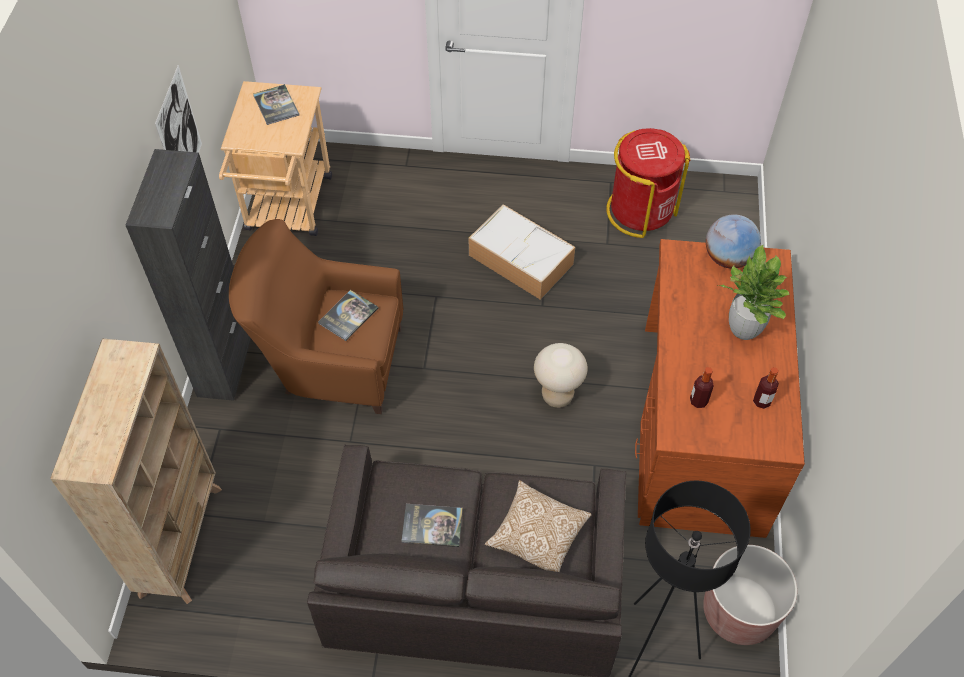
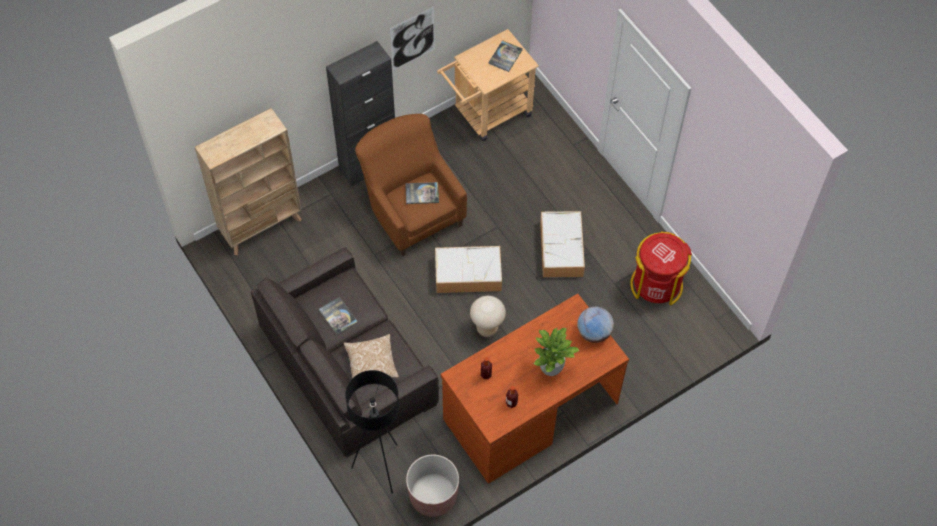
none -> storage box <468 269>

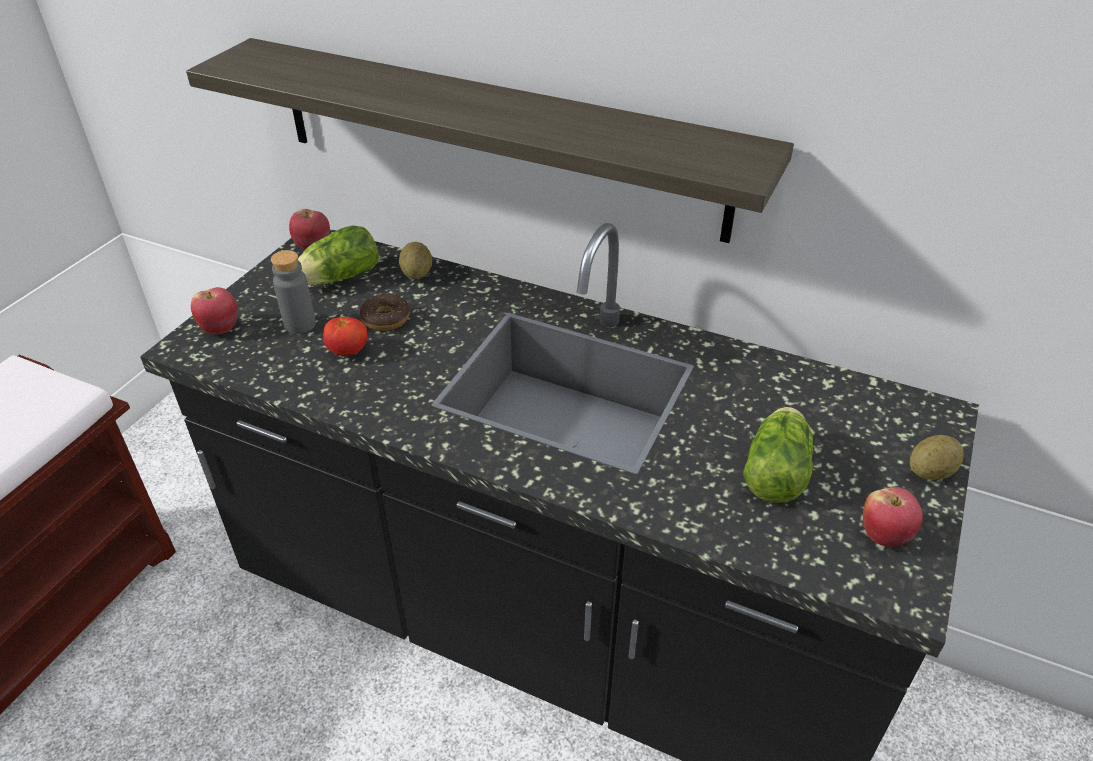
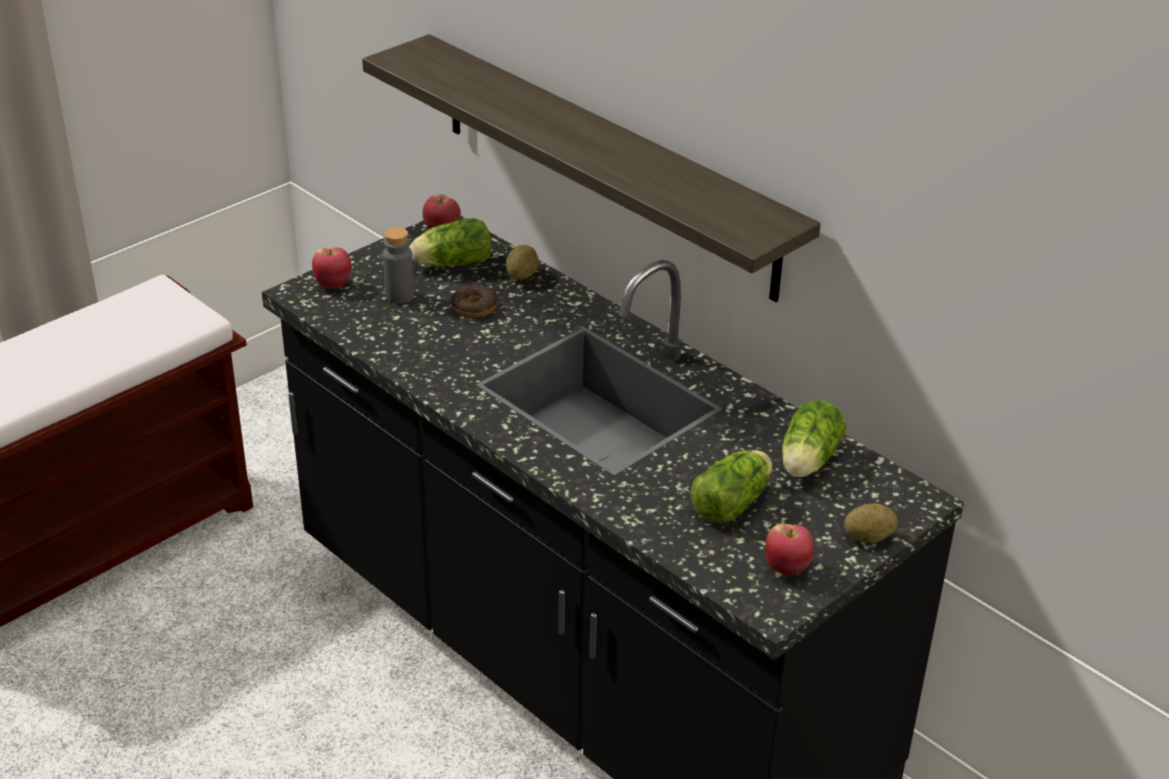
tomato <345 336> -> none
none -> lettuce <814 439>

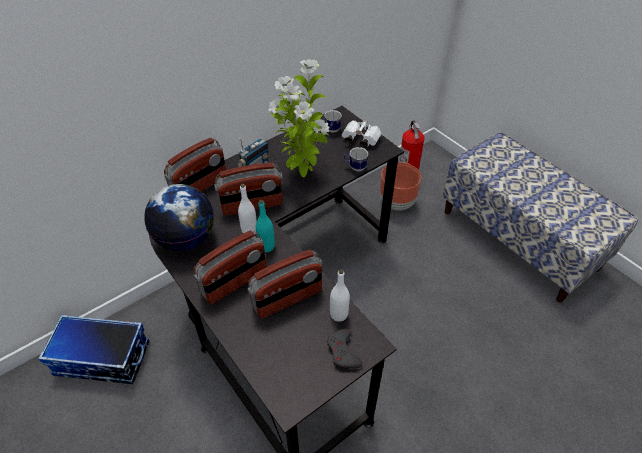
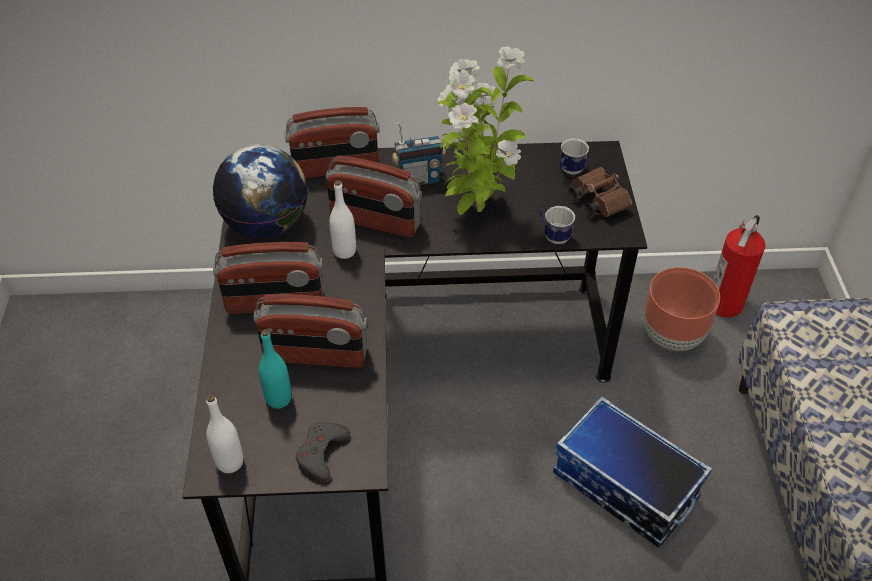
storage box <93 349> -> storage box <632 472>, shifted
turquoise bottle <265 226> -> turquoise bottle <275 369>, shifted
white bottle <340 295> -> white bottle <224 434>, shifted
white binoculars <362 134> -> brown binoculars <600 192>

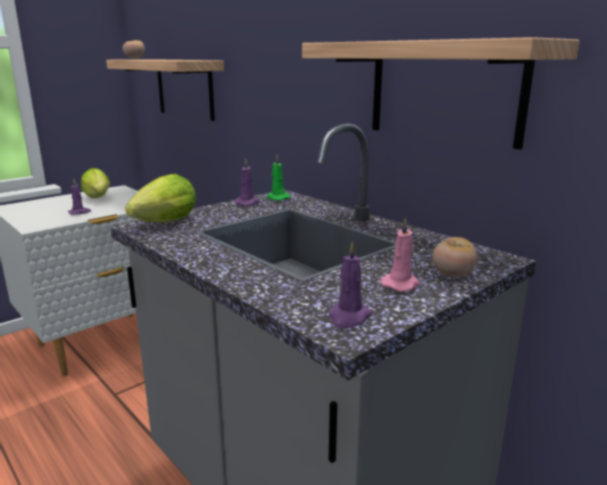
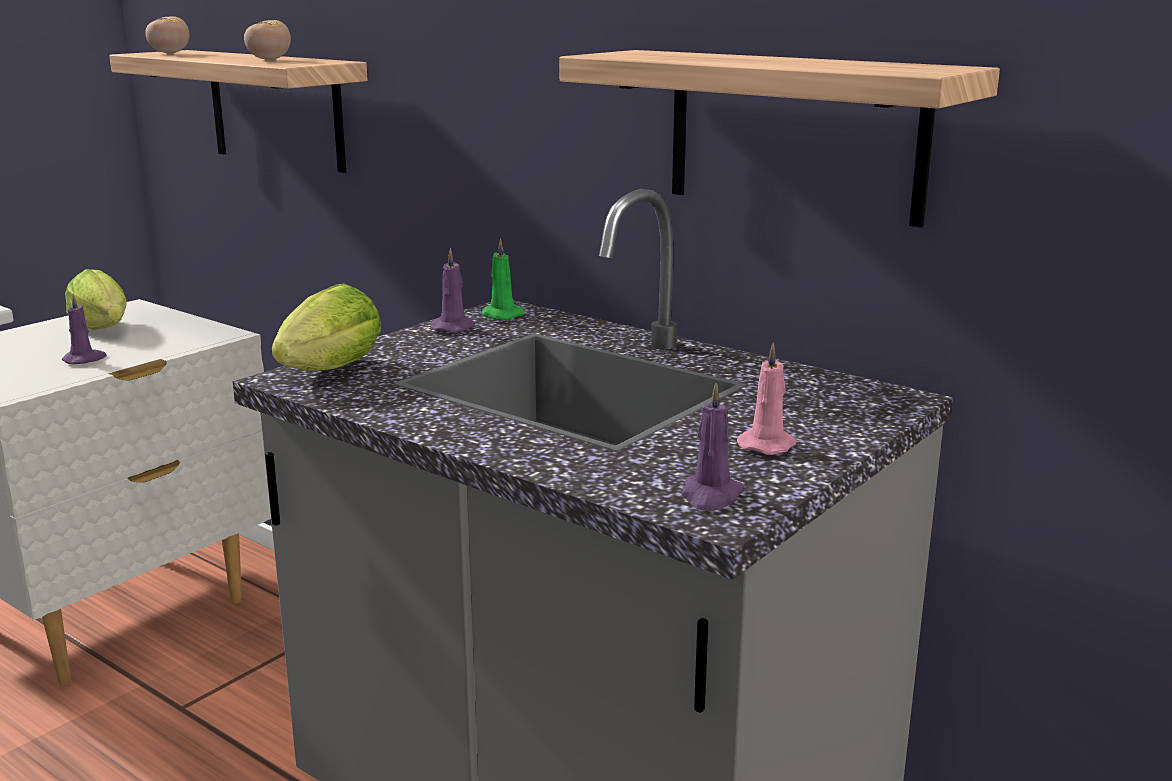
tomato <454 257> -> tomato <267 40>, shifted

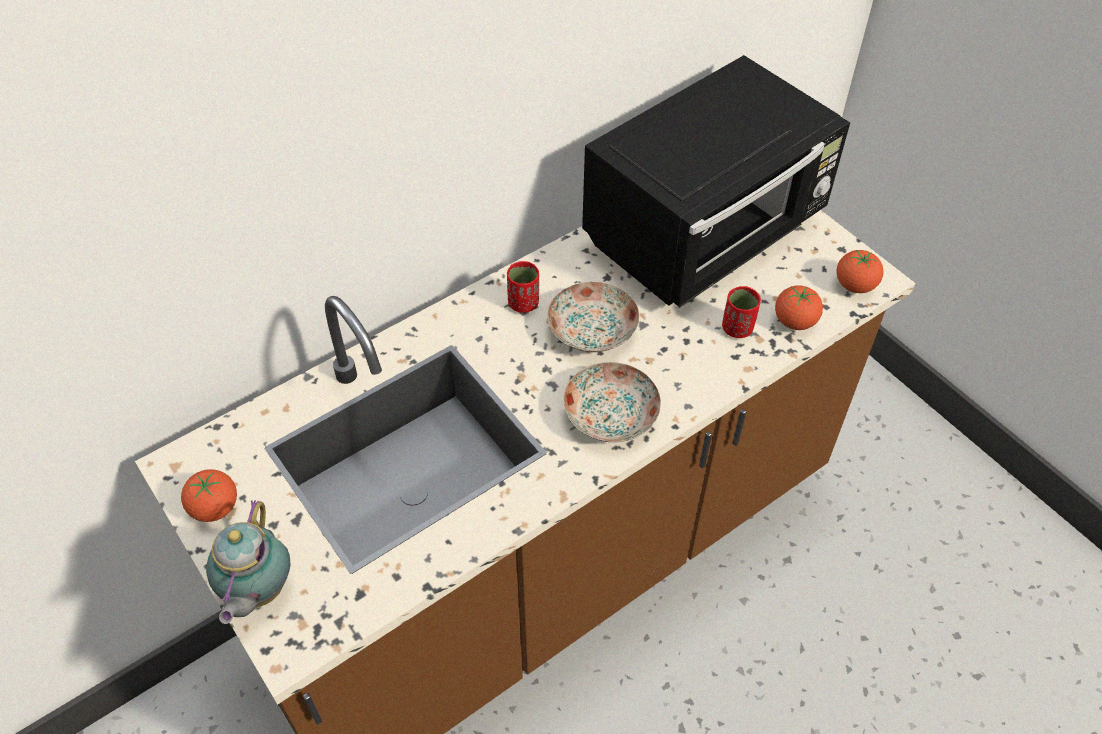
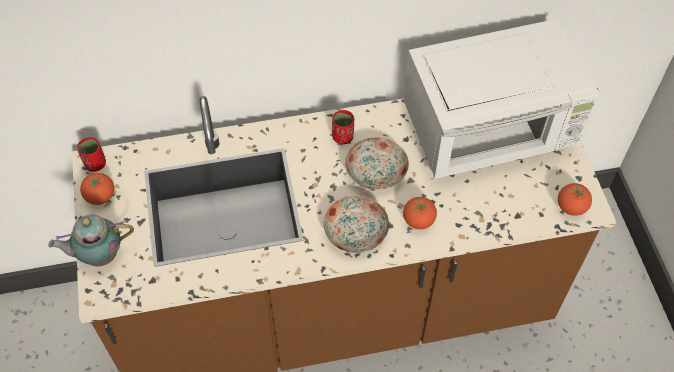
teapot <248 562> -> teapot <91 240>, 45 degrees clockwise
black microwave <716 181> -> white microwave <502 99>
red cup <741 312> -> red cup <91 154>, shifted
tomato <799 307> -> tomato <420 213>, shifted

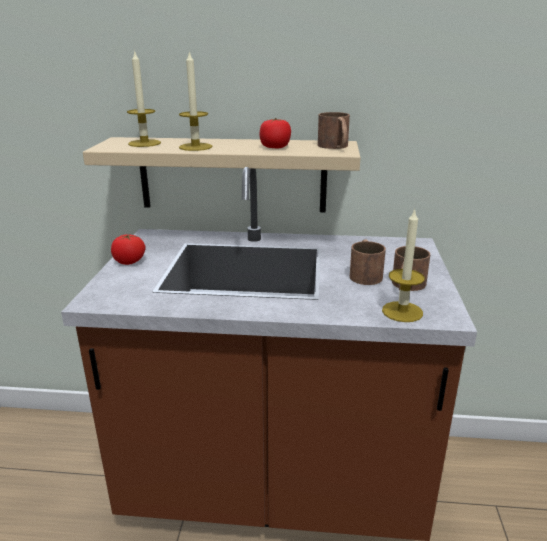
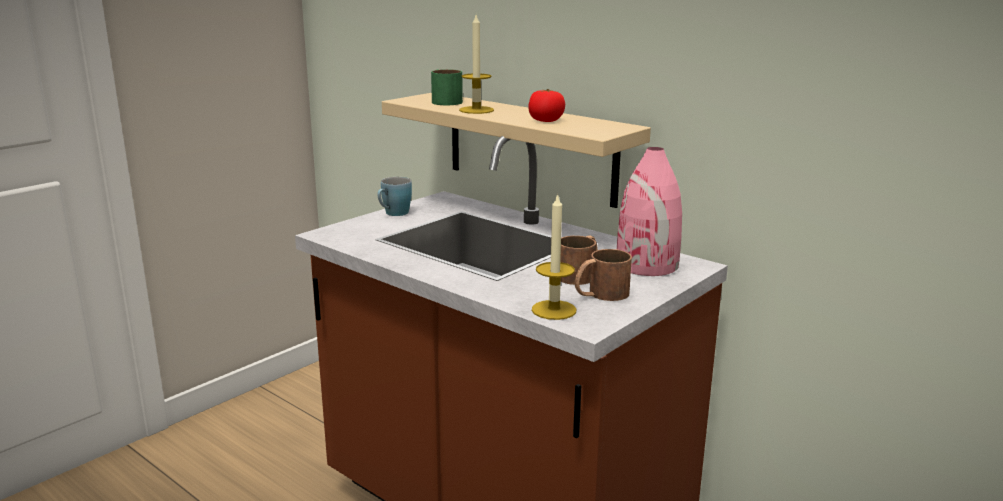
tomato <128 249> -> blue mug <395 196>
candle <144 98> -> green mug <447 87>
brown mug <334 130> -> none
none -> pink vase <649 211>

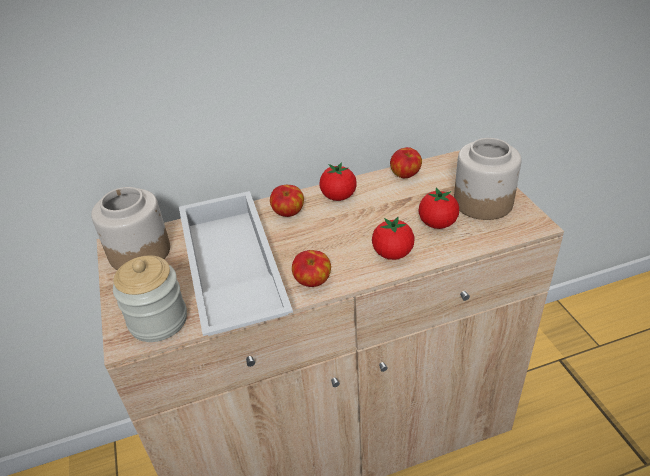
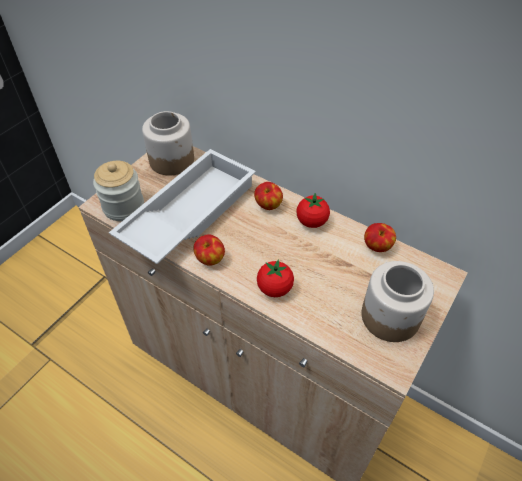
tomato <439 208> -> none

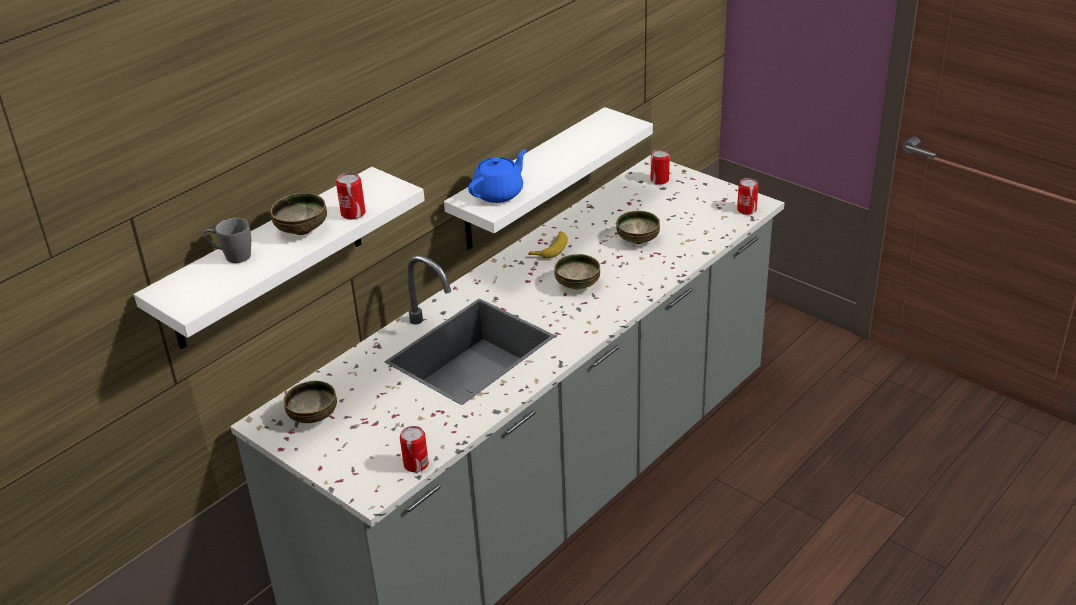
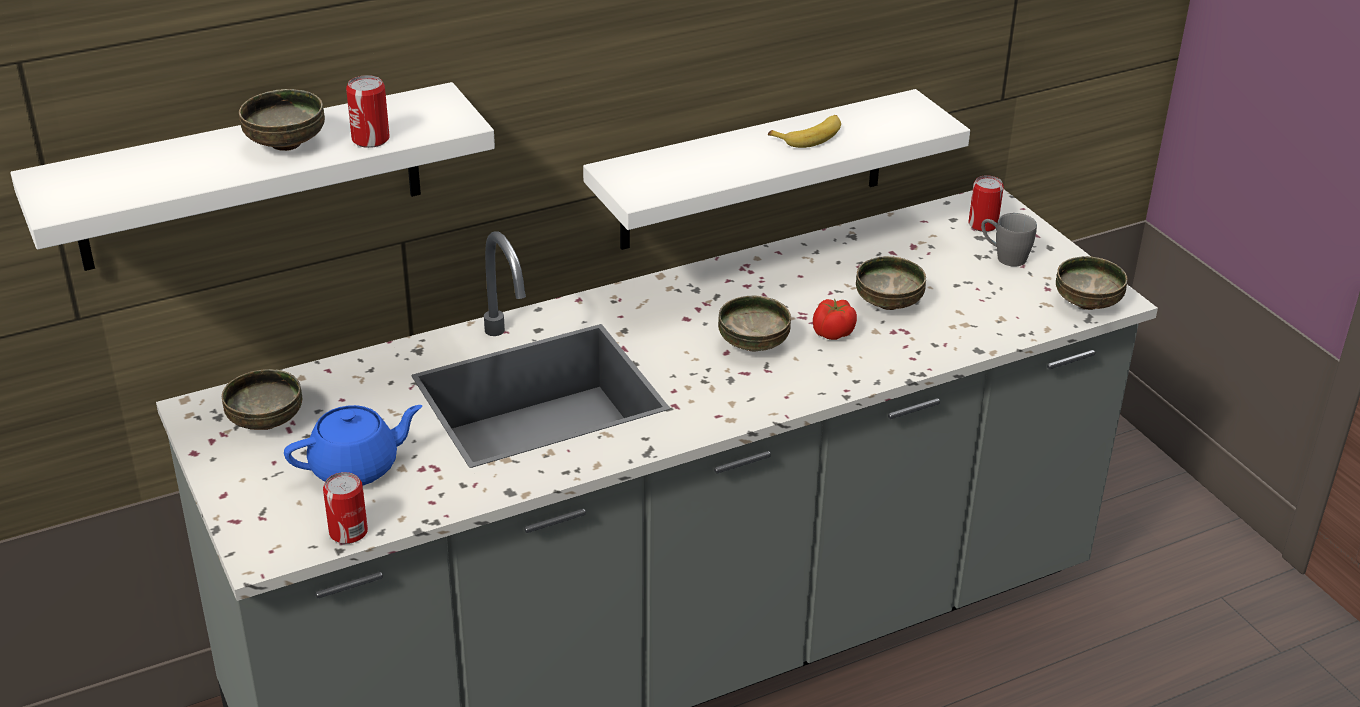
grey mug <227 240> -> grey mug <1009 239>, shifted
blue teapot <497 176> -> blue teapot <353 445>, shifted
banana <548 245> -> banana <804 131>, shifted
can <747 196> -> bowl <1091 283>
none -> tomato <835 319>

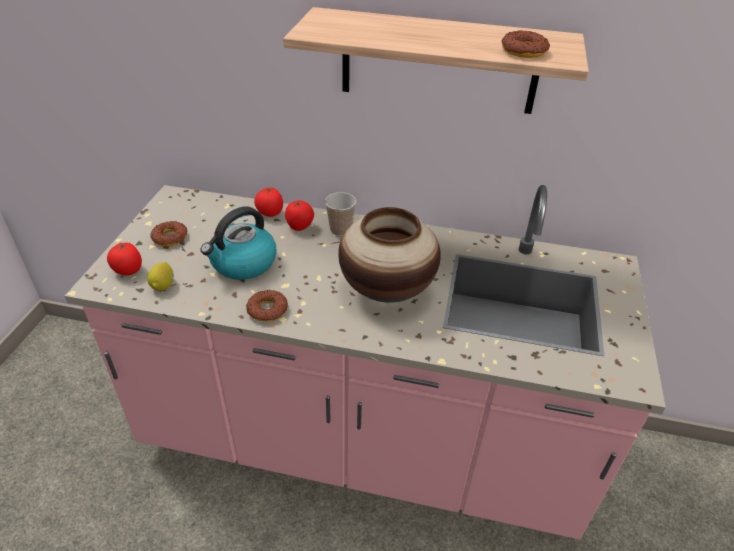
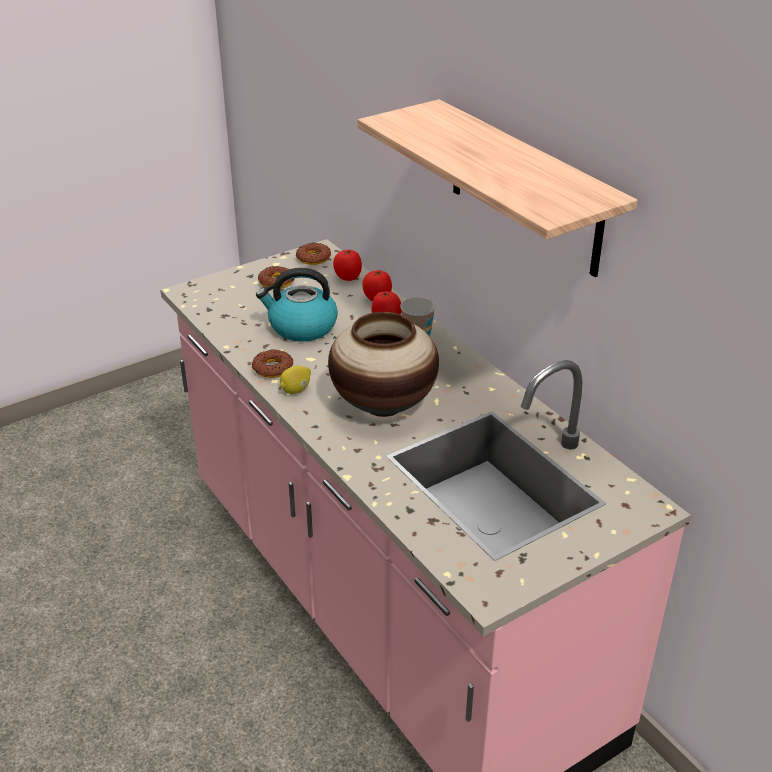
tomato <124 259> -> tomato <347 265>, shifted
lemon <160 276> -> lemon <295 380>, shifted
donut <526 44> -> donut <313 254>, shifted

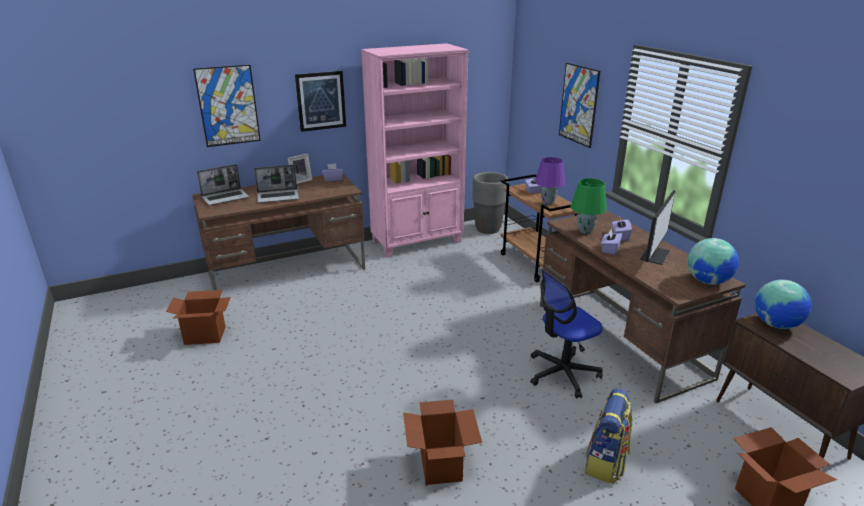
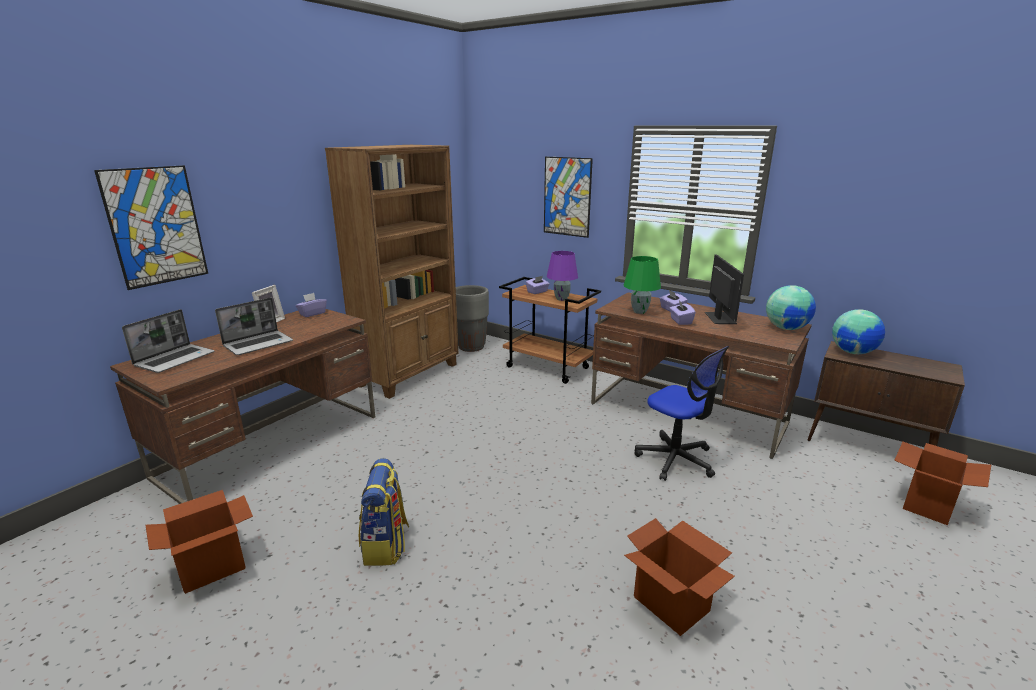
picture <320 101> -> none
pink bookcase <414 150> -> brown bookcase <392 272>
office chair <566 334> -> office chair <681 413>, 75 degrees counterclockwise
backpack <609 436> -> backpack <384 512>, shifted

